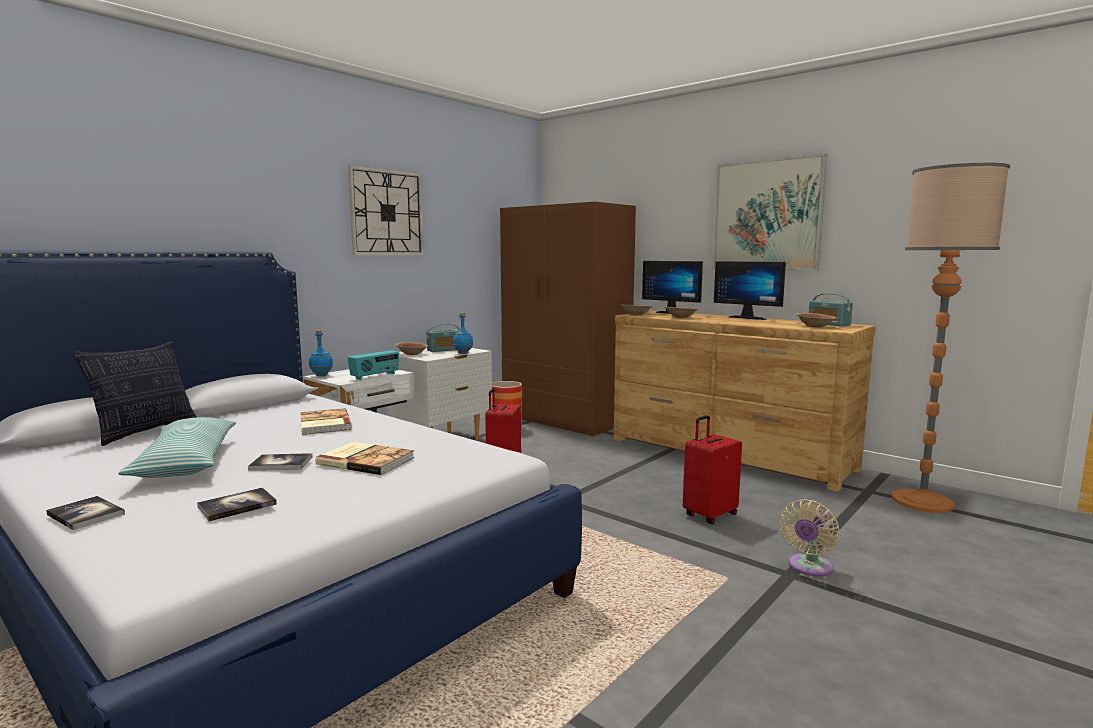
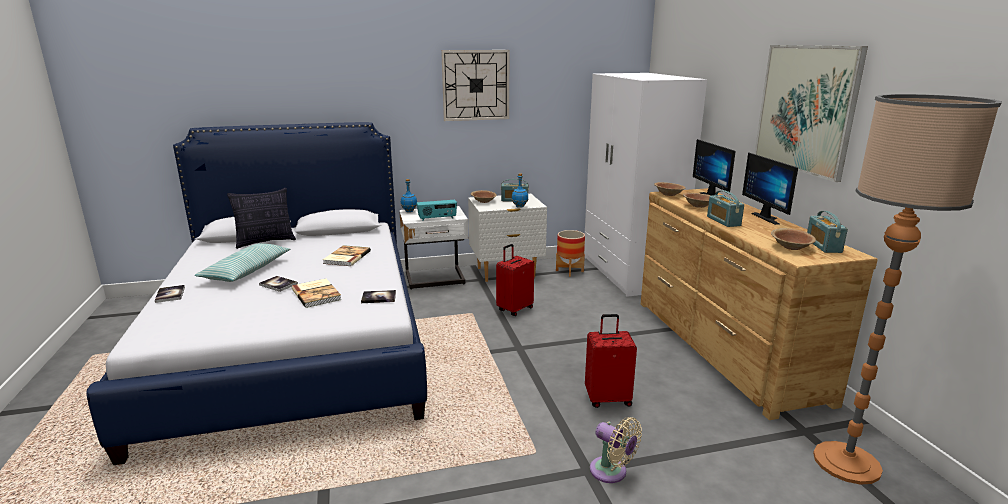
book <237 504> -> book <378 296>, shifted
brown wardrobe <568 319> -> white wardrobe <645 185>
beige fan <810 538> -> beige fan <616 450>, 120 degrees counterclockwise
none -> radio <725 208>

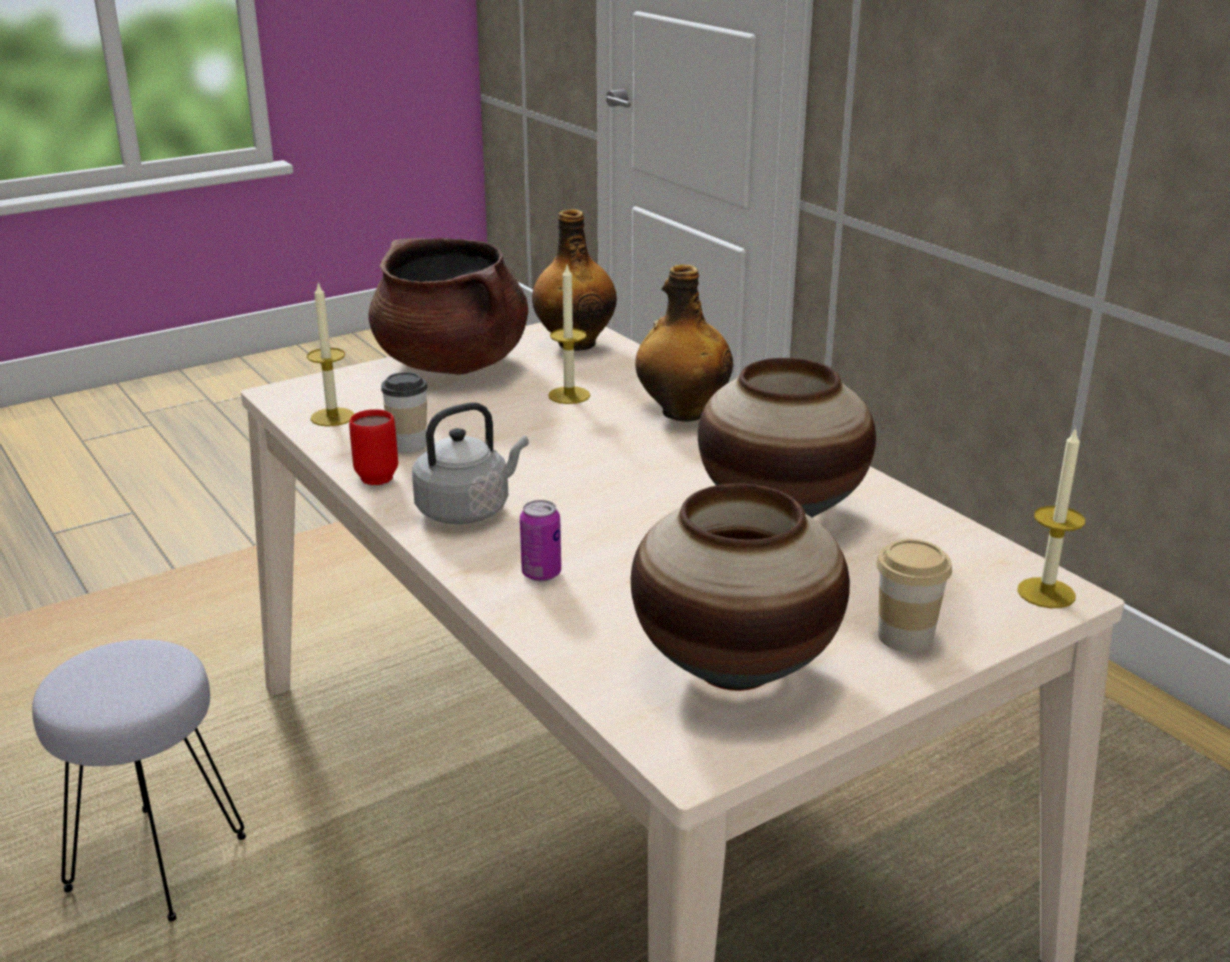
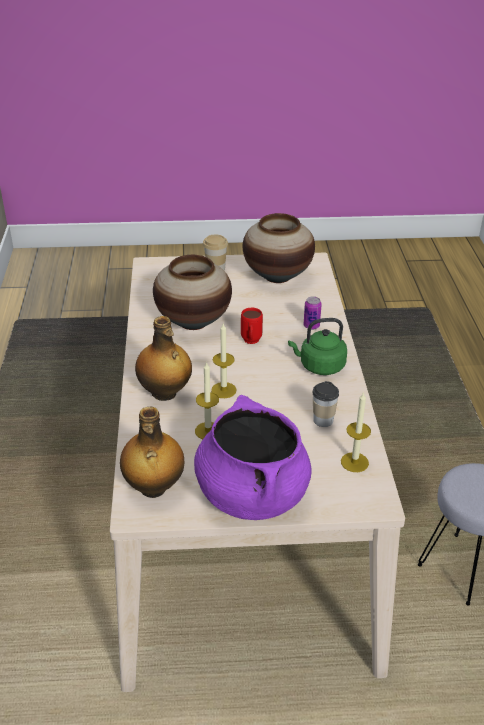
red mug <373 447> -> red mug <252 326>, shifted
brown cooking pot <448 306> -> purple cooking pot <253 457>
grey kettle <470 463> -> green kettle <317 346>
candle <1051 517> -> candle <223 361>, shifted

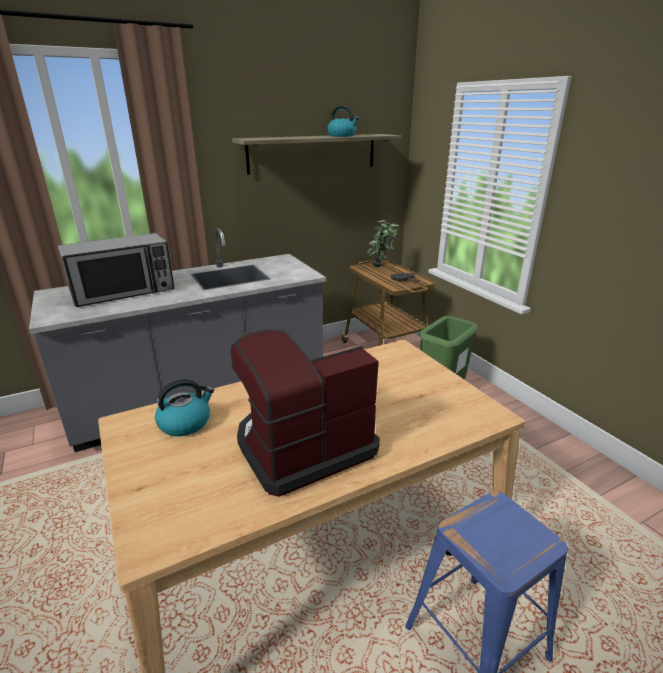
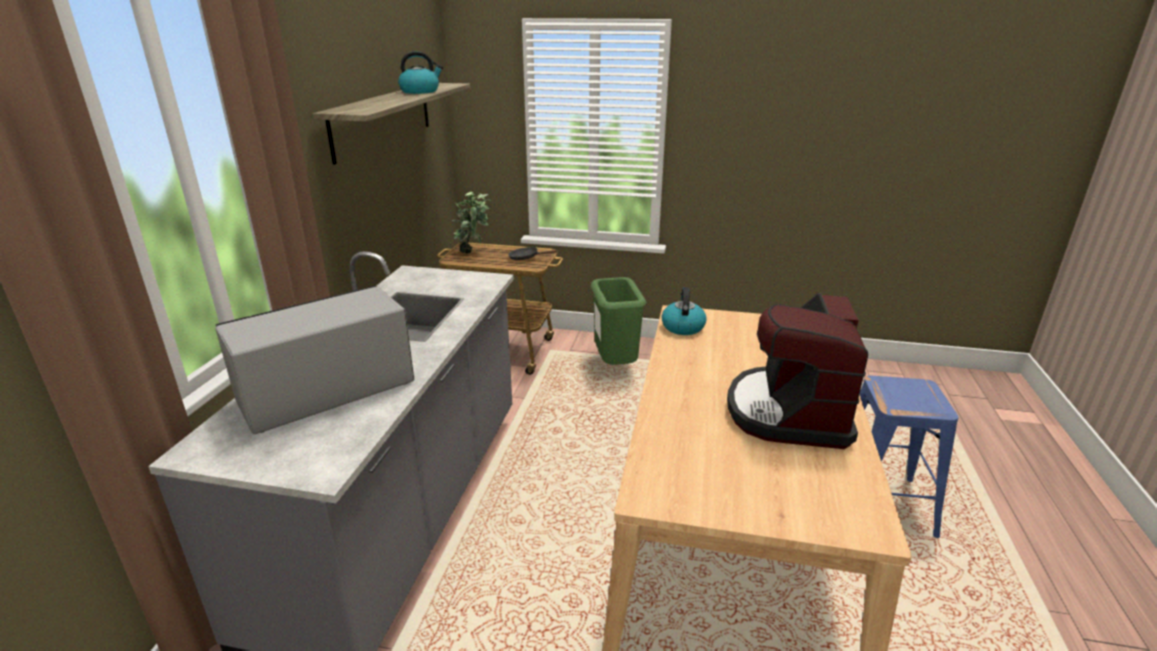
microwave <116 270> -> microwave <314 360>, 135 degrees counterclockwise
kettle <184 407> -> kettle <684 311>, shifted

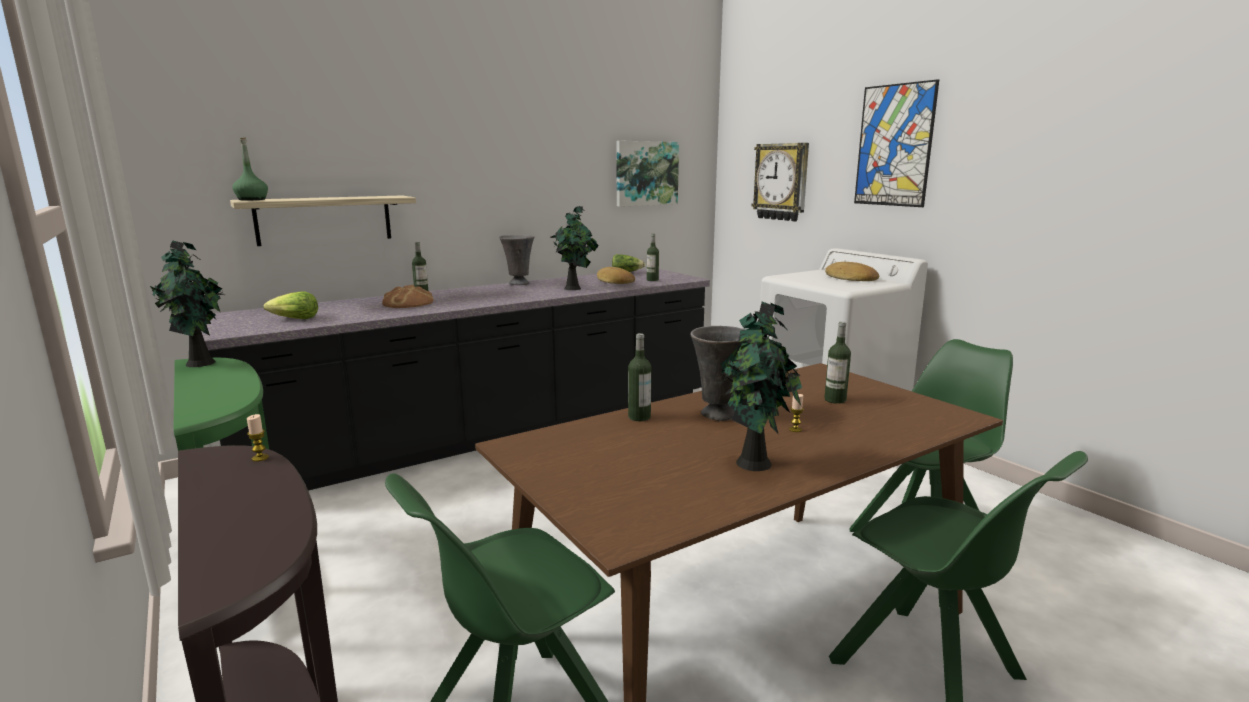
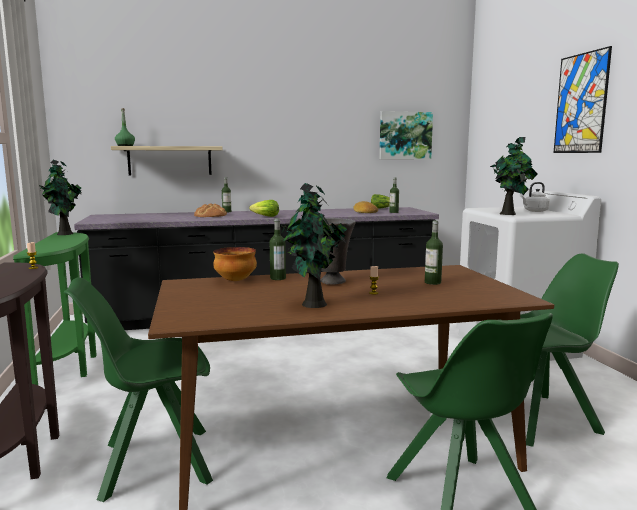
lettuce <290 305> -> lettuce <264 208>, shifted
grey vase <516 260> -> none
potted plant <574 248> -> potted plant <513 176>, shifted
wall clock <780 182> -> none
bread <852 271> -> white kettle <535 197>
none -> bowl <235 264>

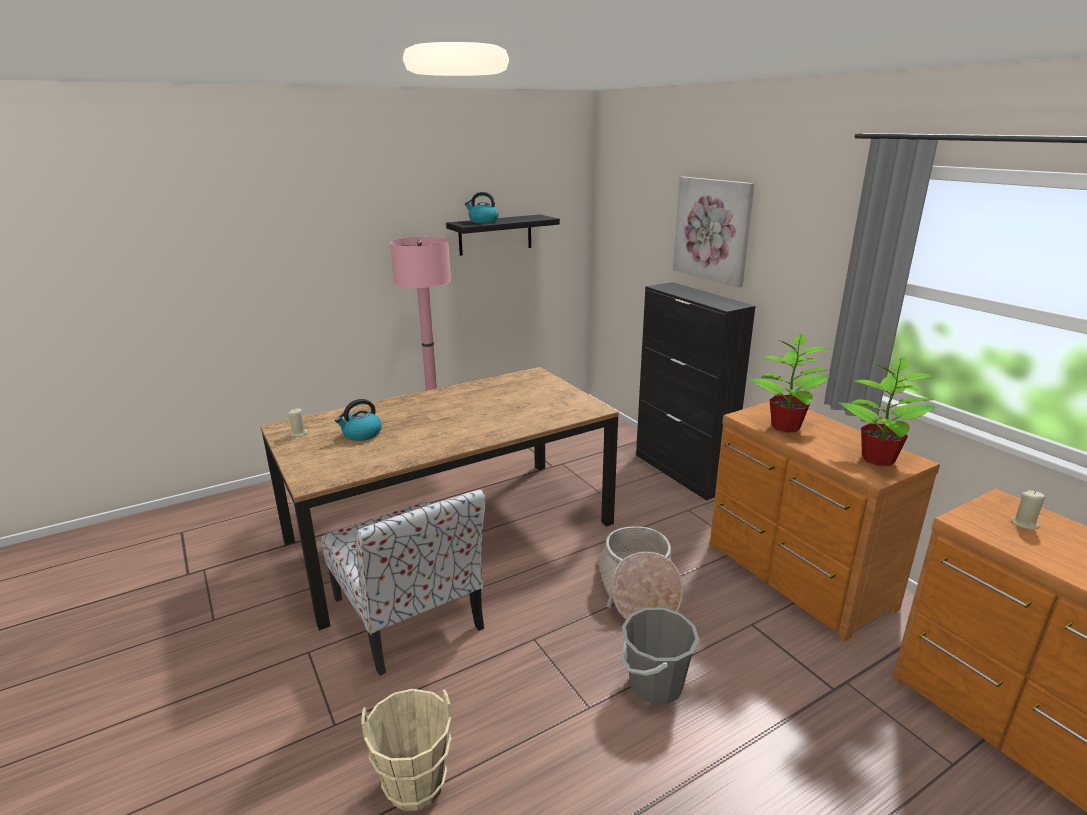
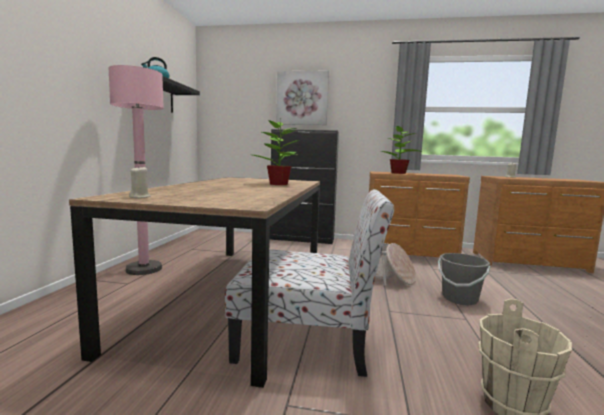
kettle <358 420> -> none
potted plant <887 411> -> potted plant <277 151>, shifted

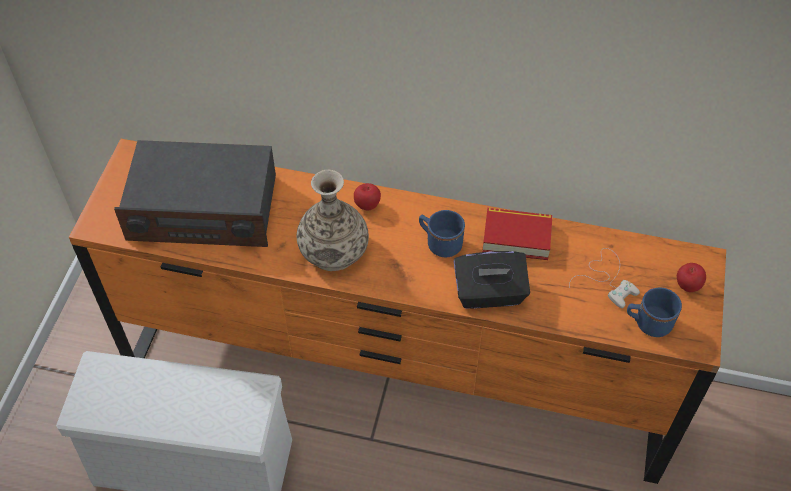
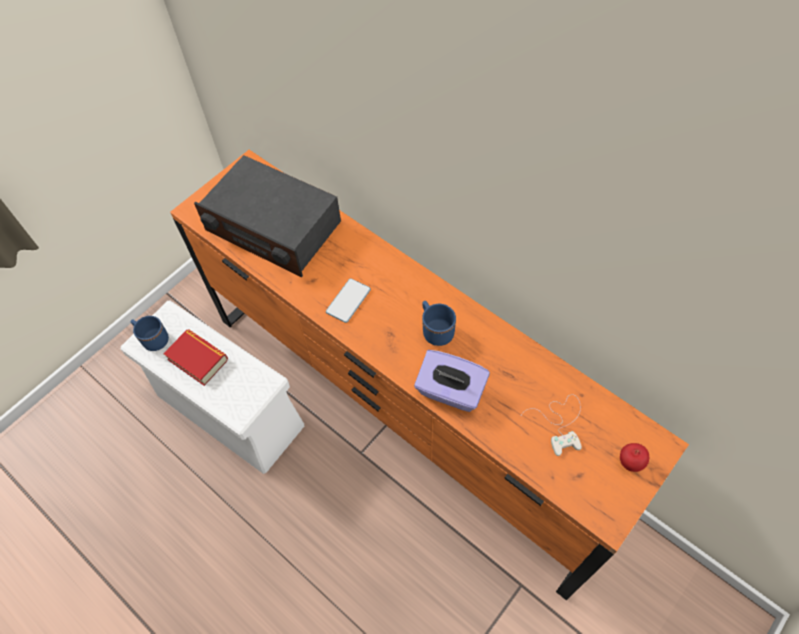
vase <333 220> -> phone <348 301>
apple <367 197> -> none
black tissue box <492 280> -> purple tissue box <452 381>
book <517 234> -> book <195 358>, shifted
blue mug <654 312> -> blue mug <150 333>, shifted

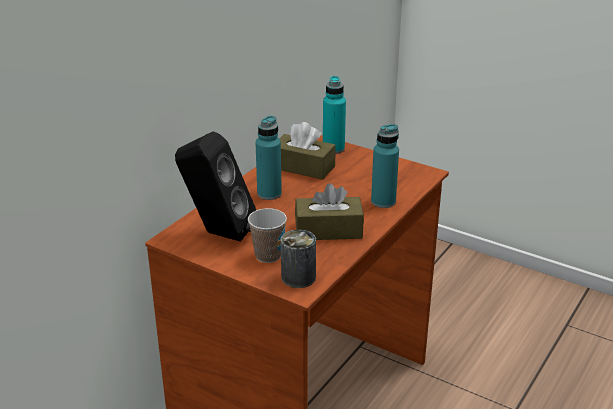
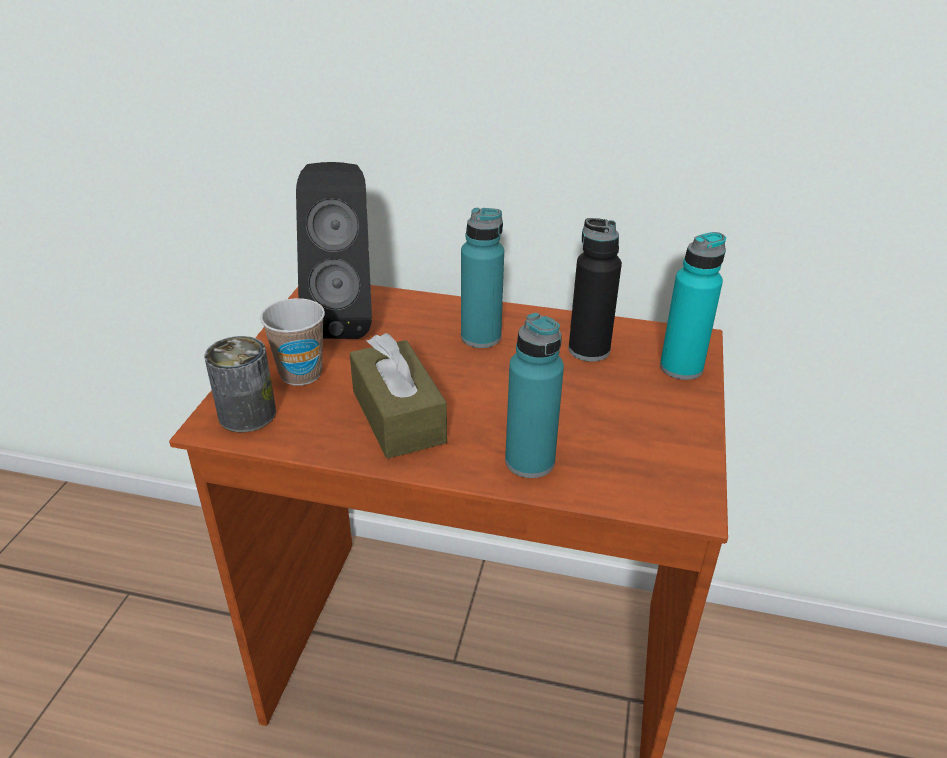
brown tissue box <307 151> -> black bottle <595 290>

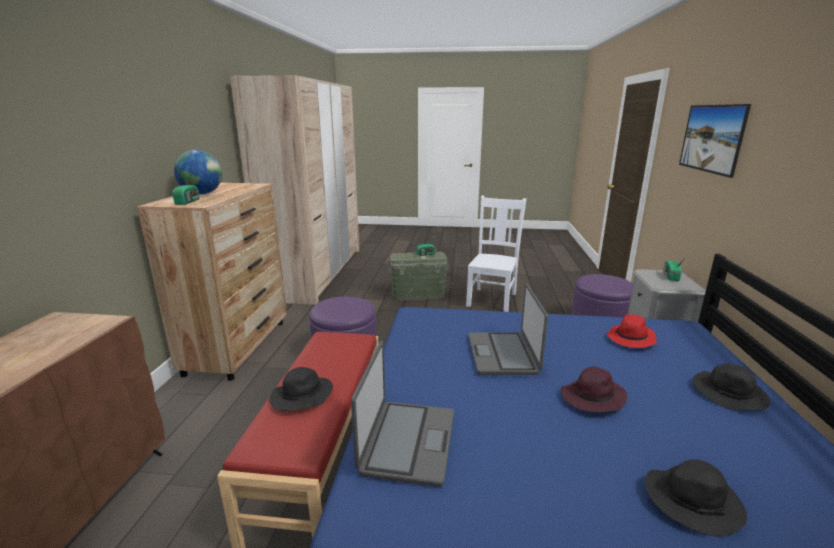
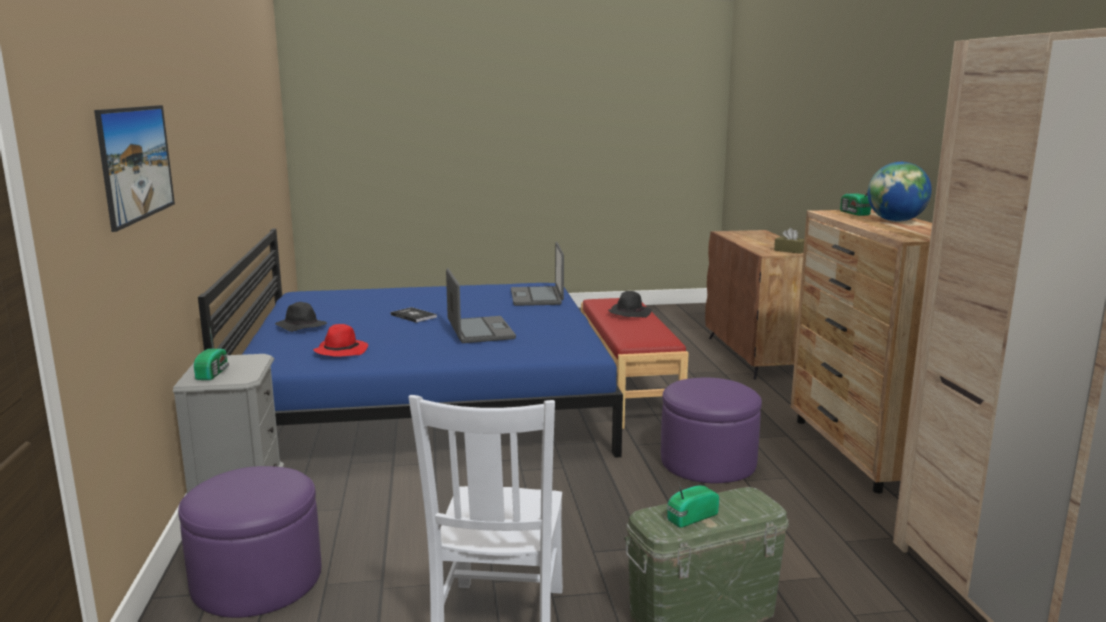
purple hat <594 389> -> book <414 315>
black hat <696 498> -> none
none -> brown tissue box <789 241>

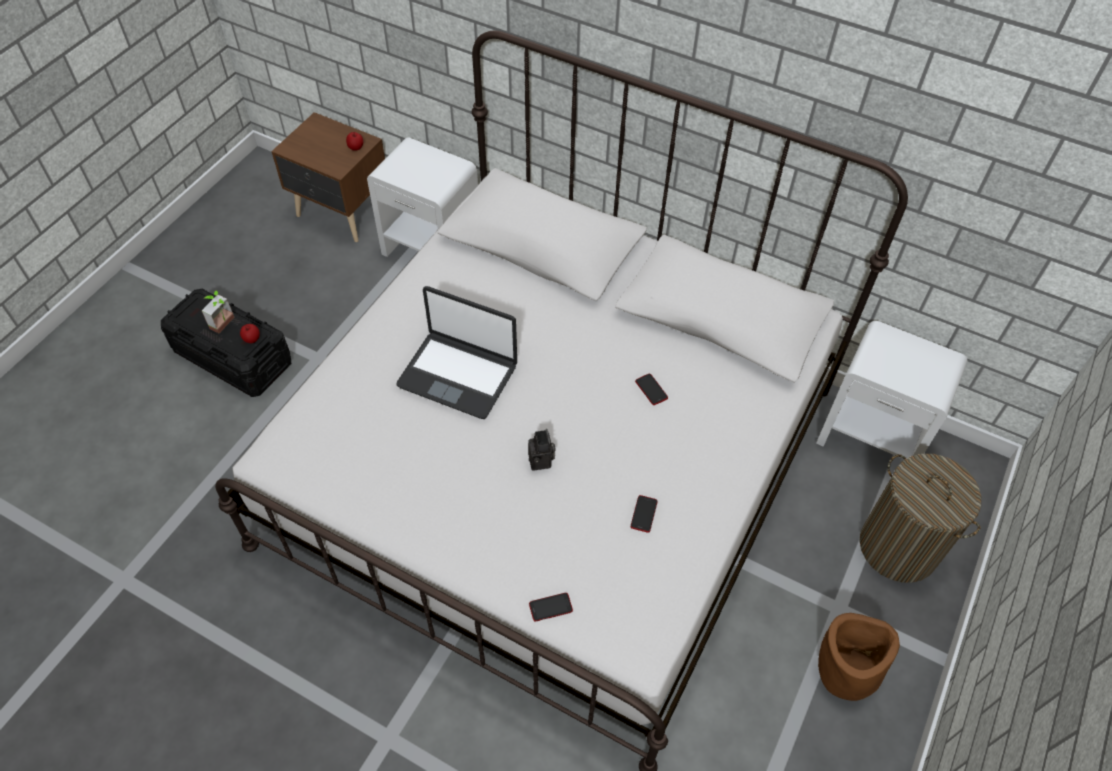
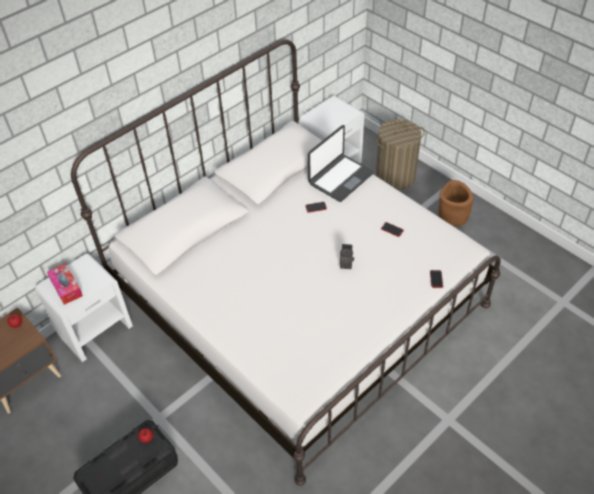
potted plant <218 311> -> none
laptop <456 352> -> laptop <341 163>, shifted
none -> tissue box <65 284>

